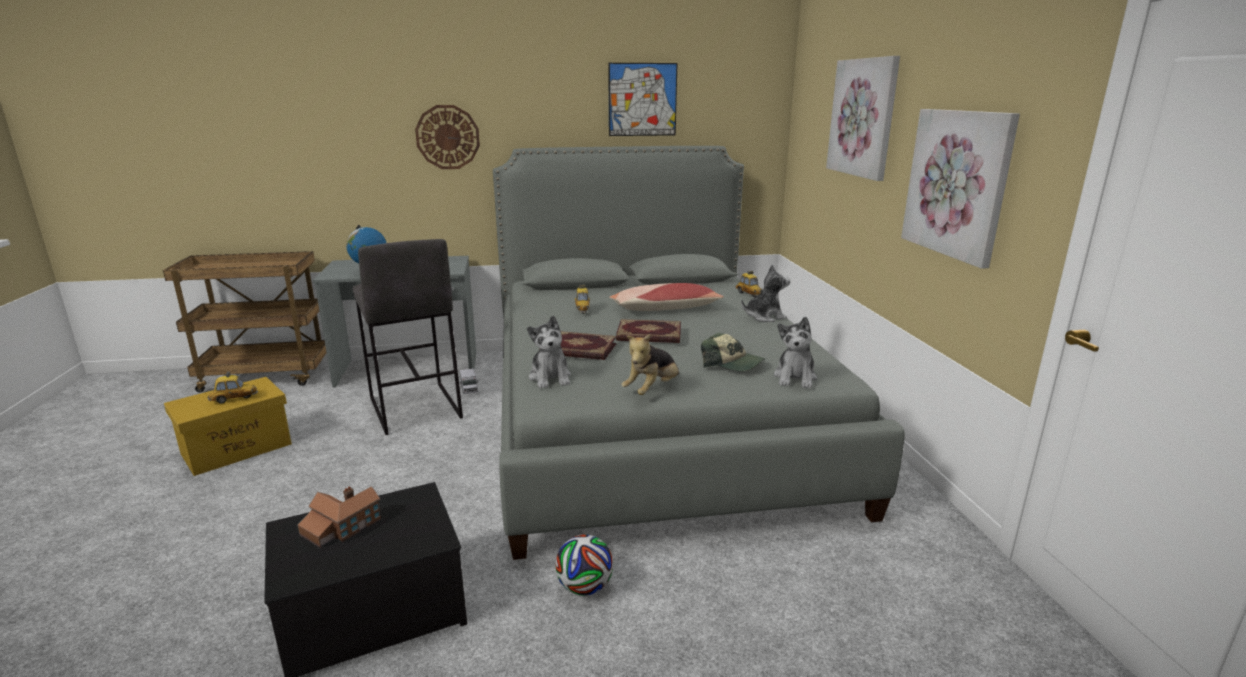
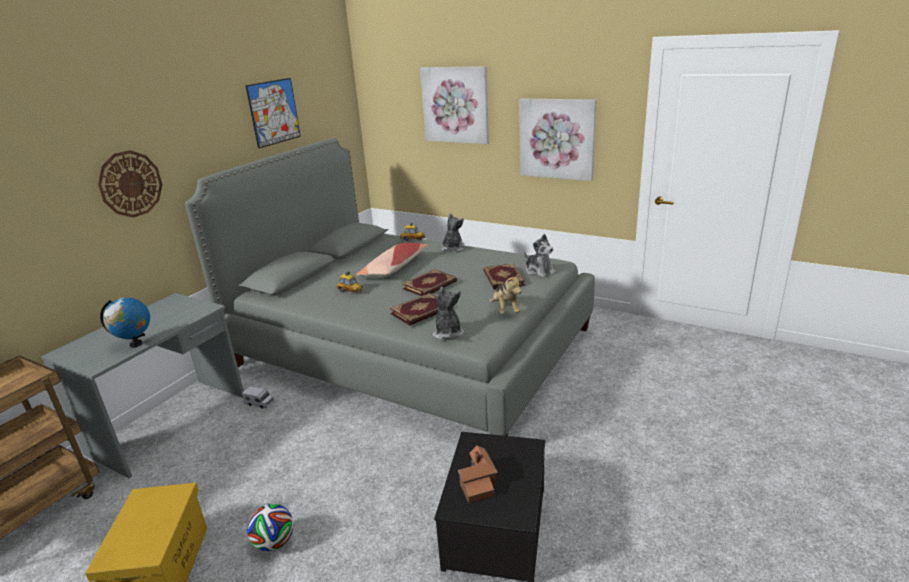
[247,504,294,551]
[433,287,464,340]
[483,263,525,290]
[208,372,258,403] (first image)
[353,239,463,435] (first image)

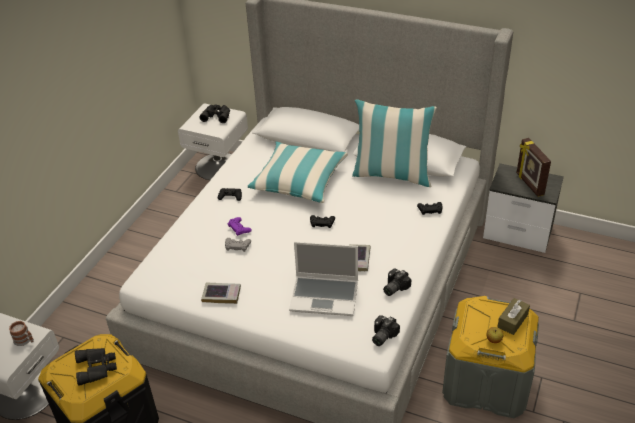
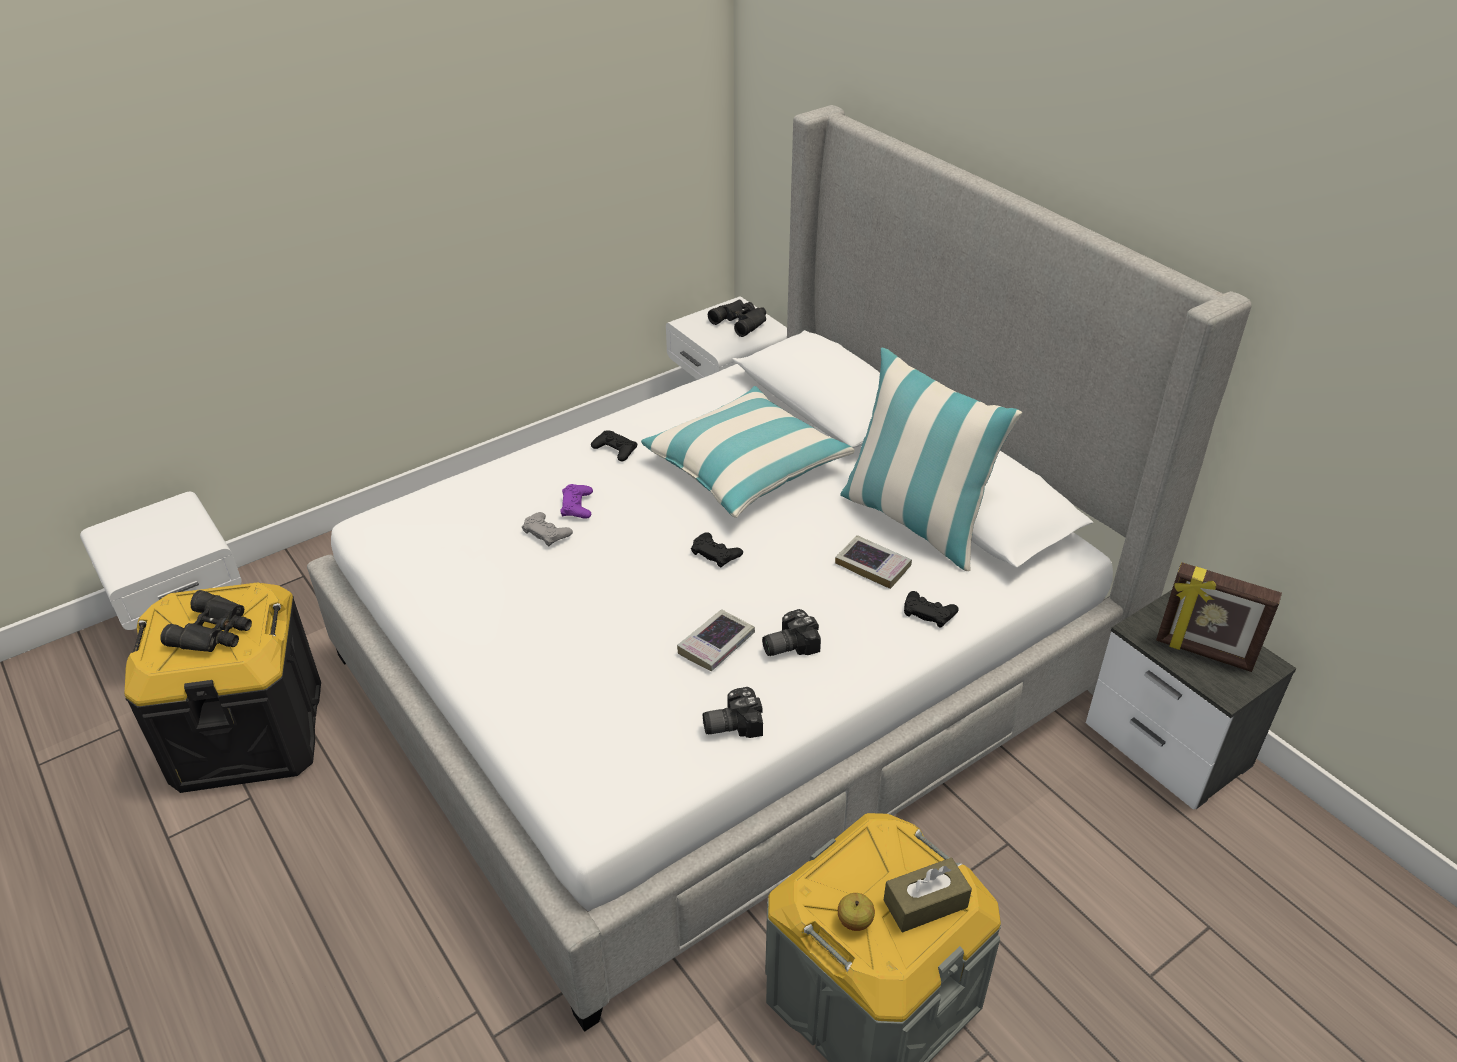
[762,609,821,656]
[835,535,912,589]
[1156,562,1282,672]
[9,321,34,346] (first image)
[289,242,358,316] (first image)

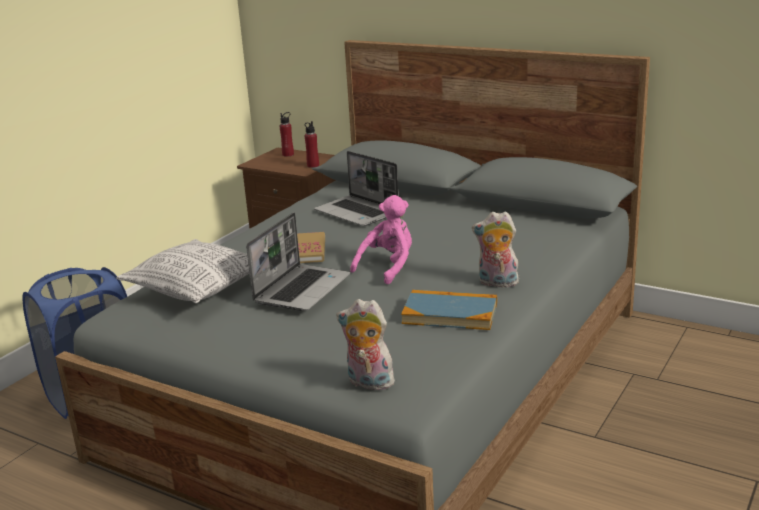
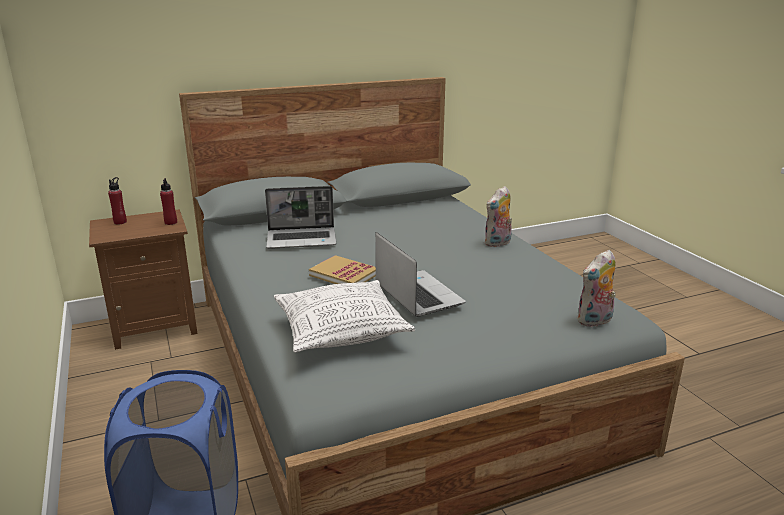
[350,195,412,284] (first image)
[401,290,497,330] (first image)

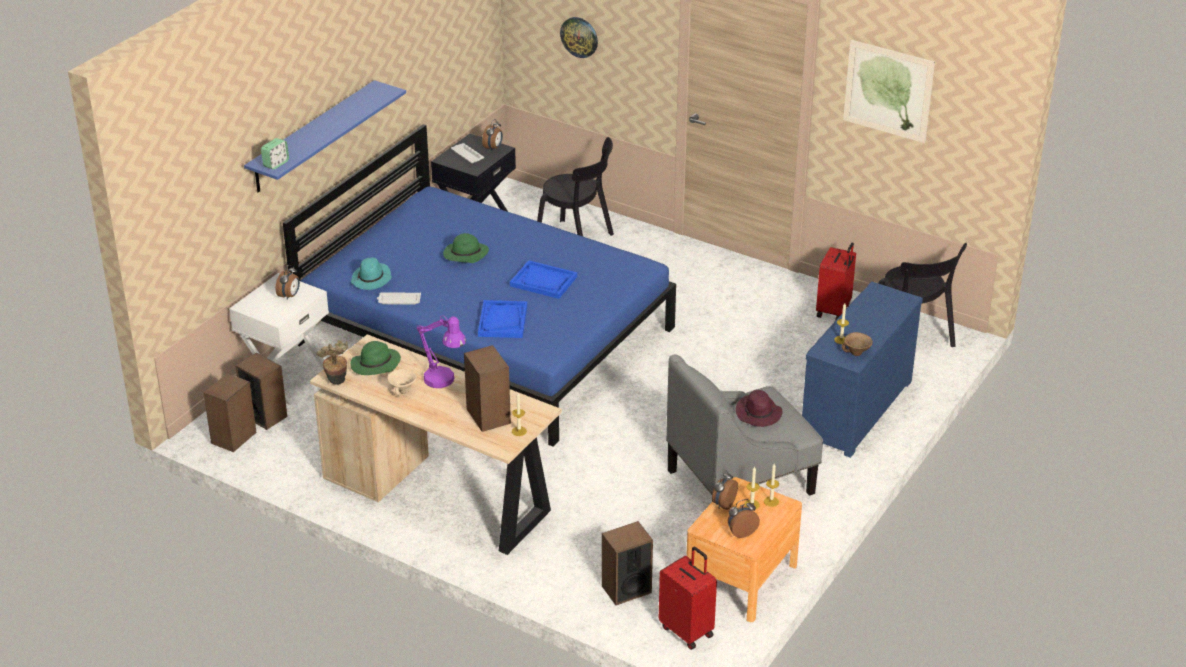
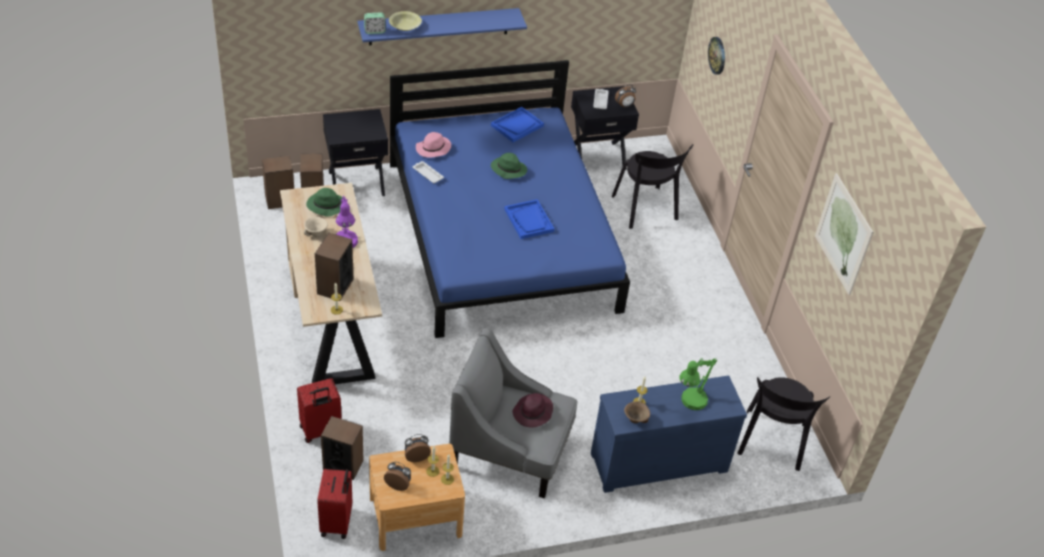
[297,378,342,443]
[323,109,388,196]
[389,11,422,31]
[416,132,451,158]
[491,107,544,142]
[679,358,717,410]
[275,265,300,300] (first image)
[316,340,348,385] (first image)

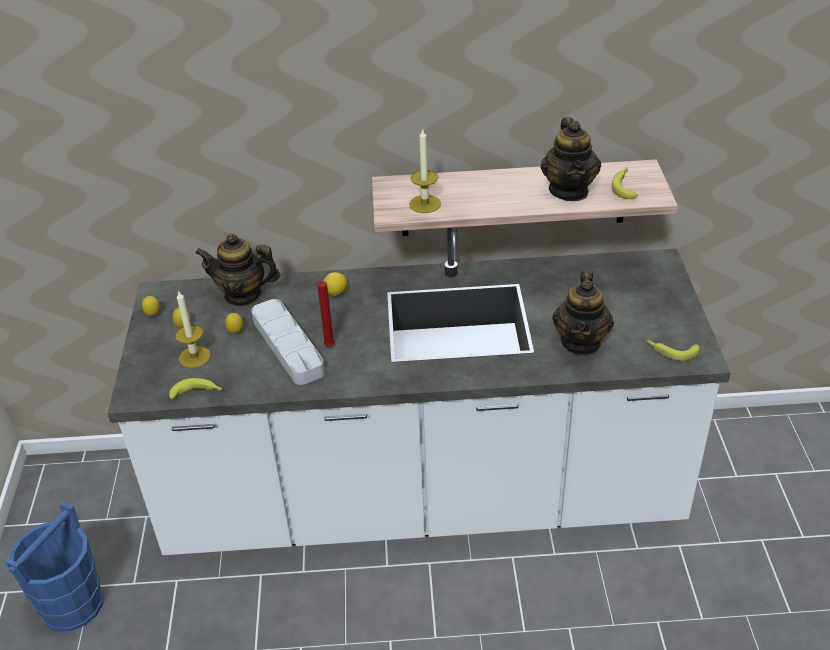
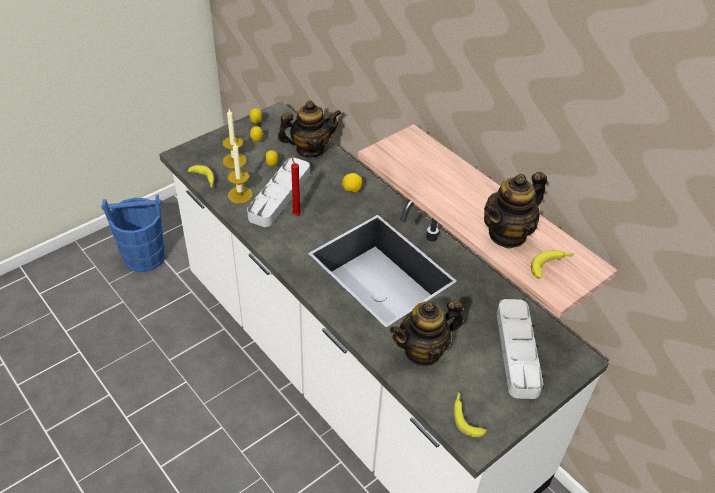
[227,143,253,204]
[278,101,342,158]
[497,299,543,399]

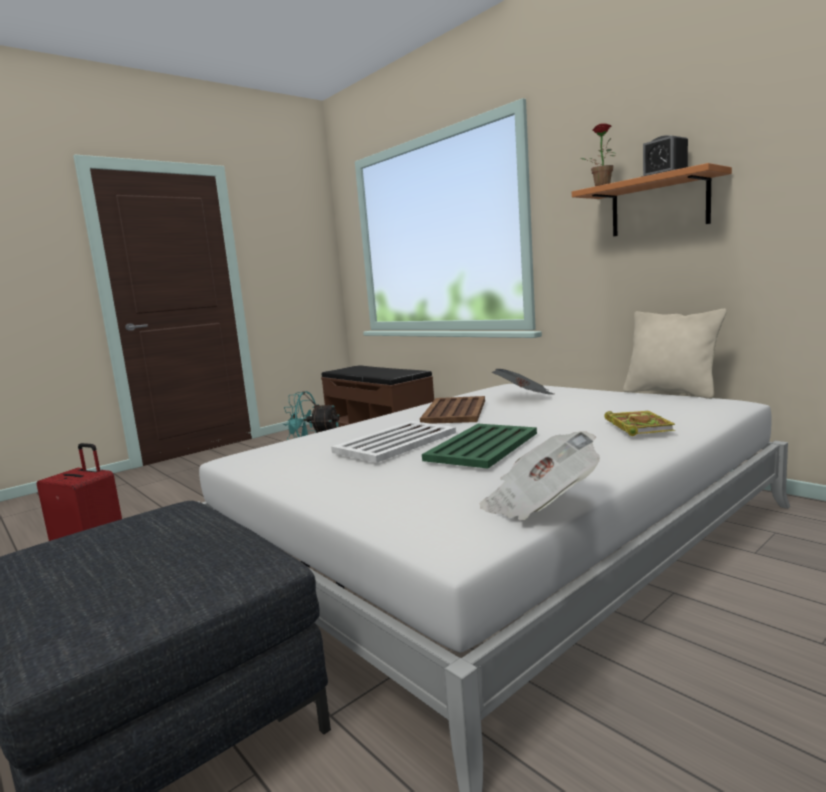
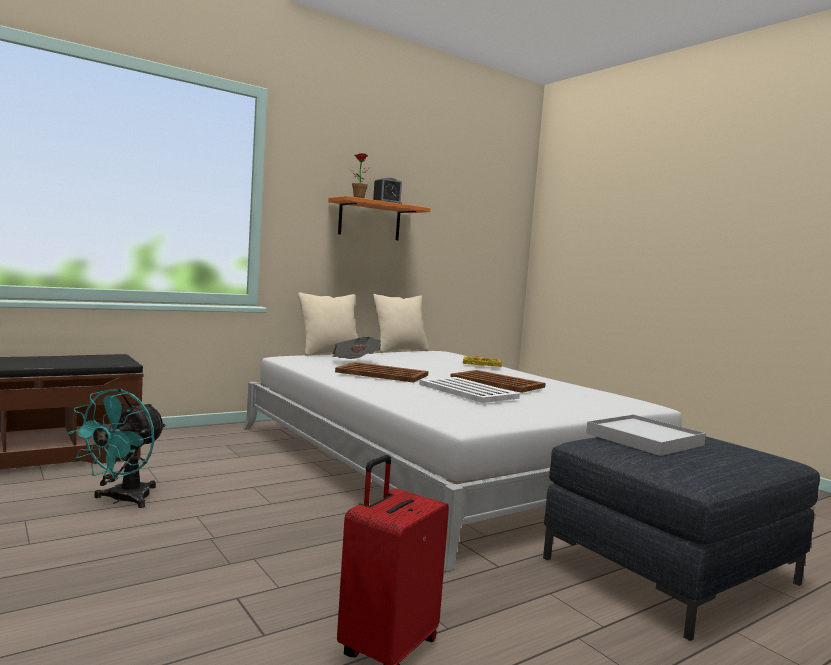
[298,292,358,356]
[450,370,546,393]
[586,414,706,456]
[480,431,600,520] (first image)

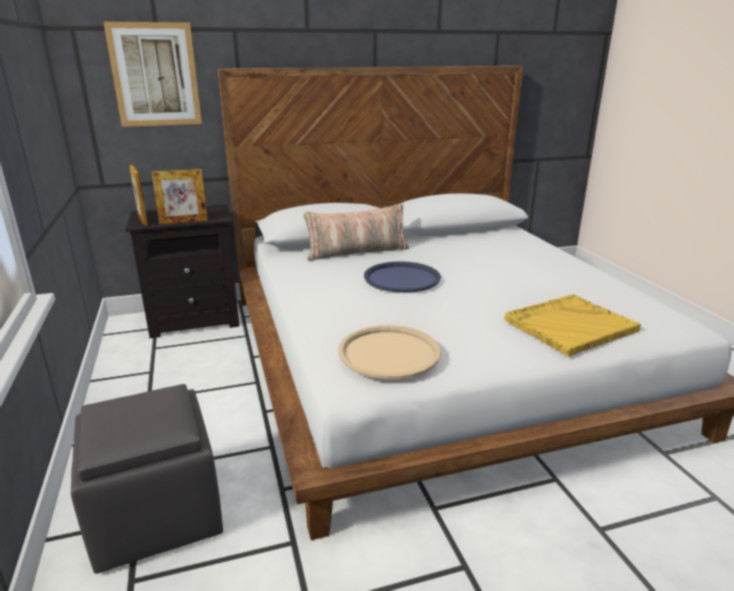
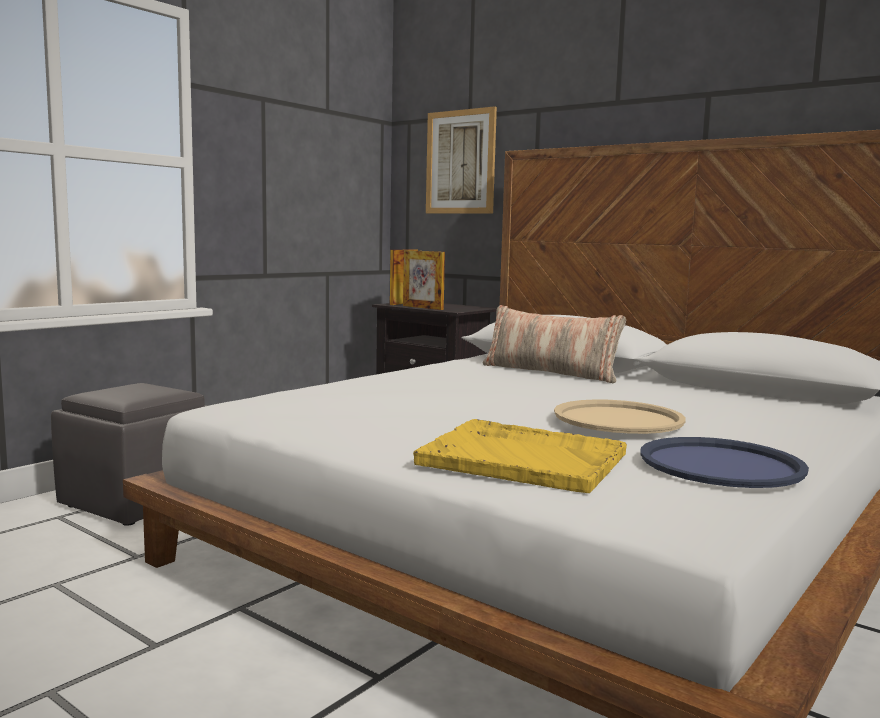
[554,399,686,434]
[641,437,809,488]

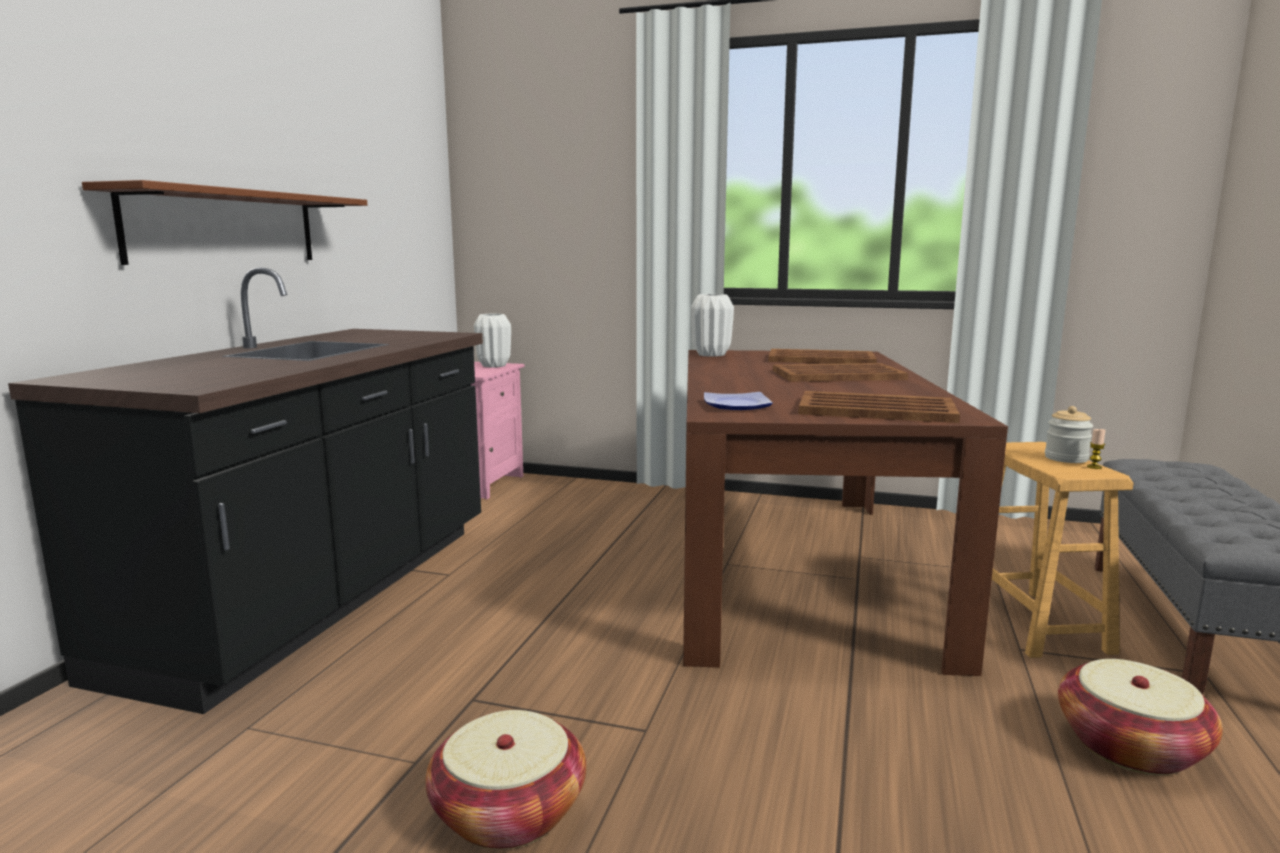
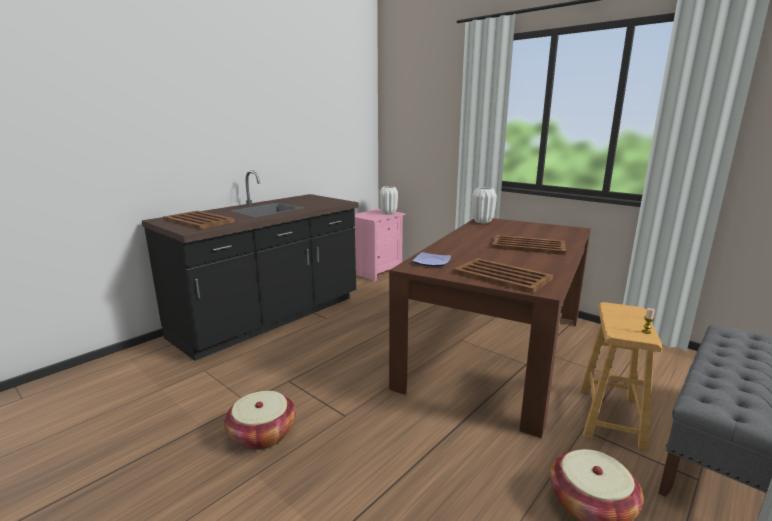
[163,211,235,230]
[82,180,367,265] (first image)
[1045,406,1093,463] (first image)

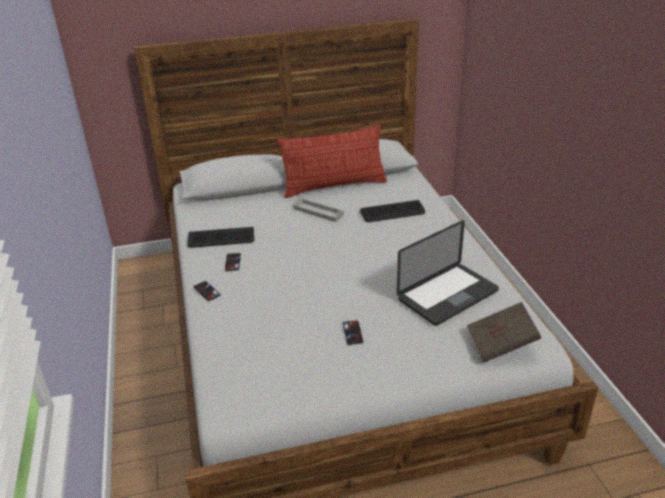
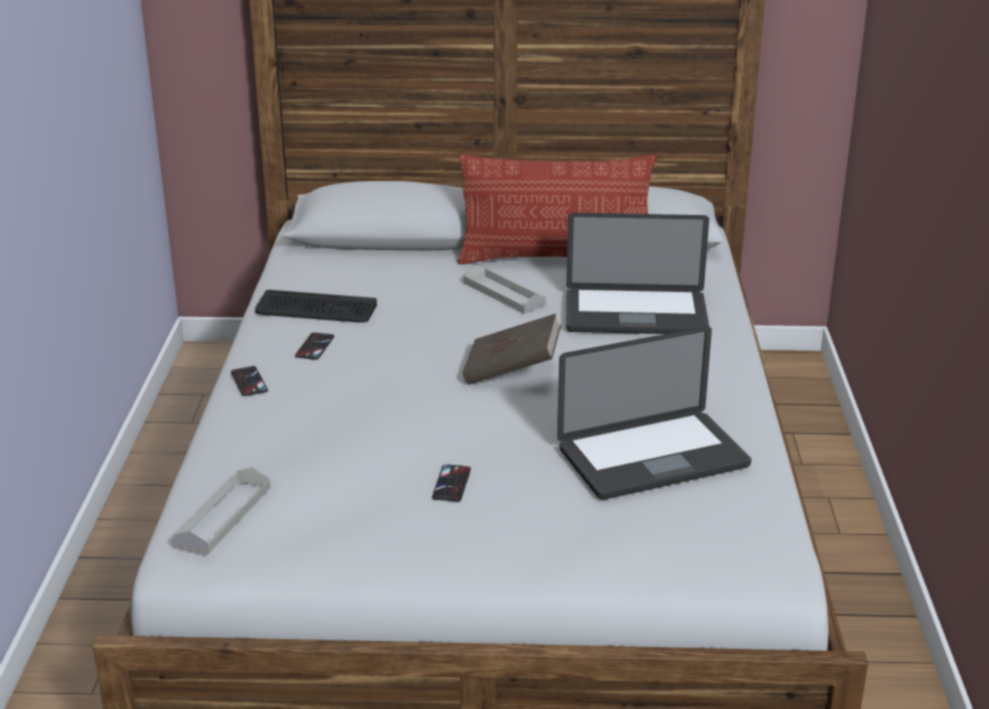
[174,467,270,554]
[462,313,561,385]
[566,213,709,334]

